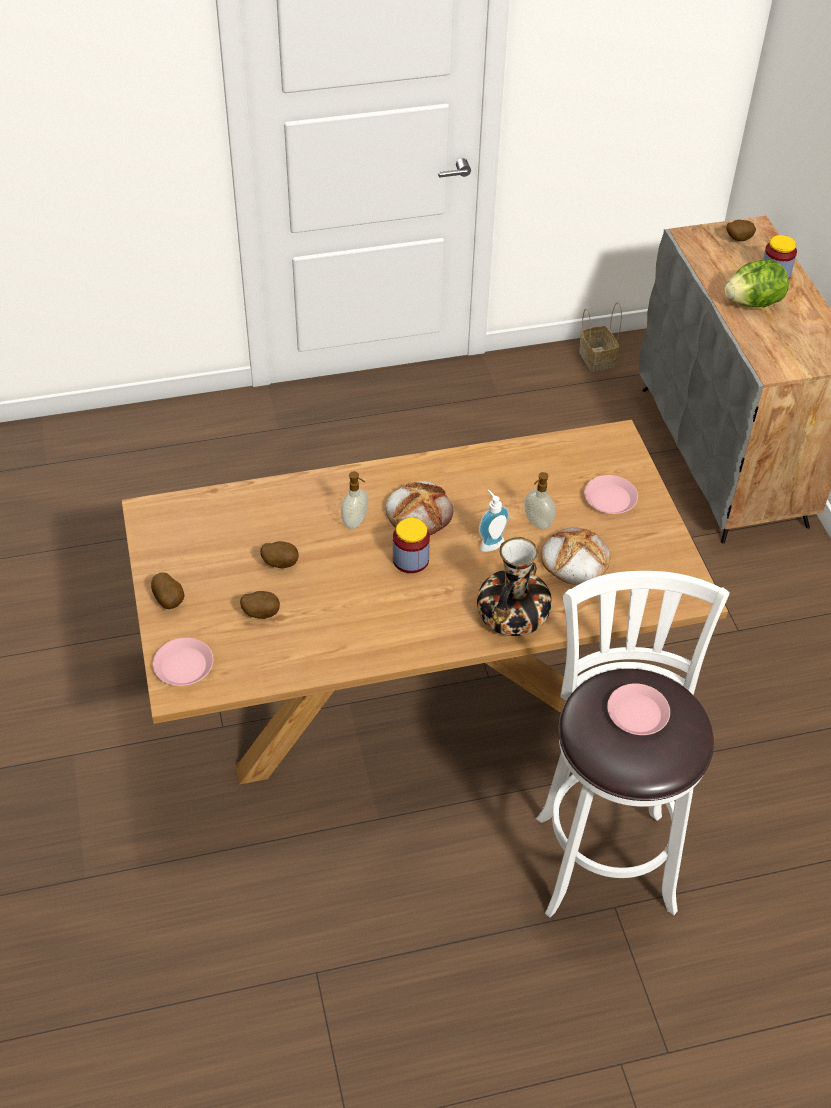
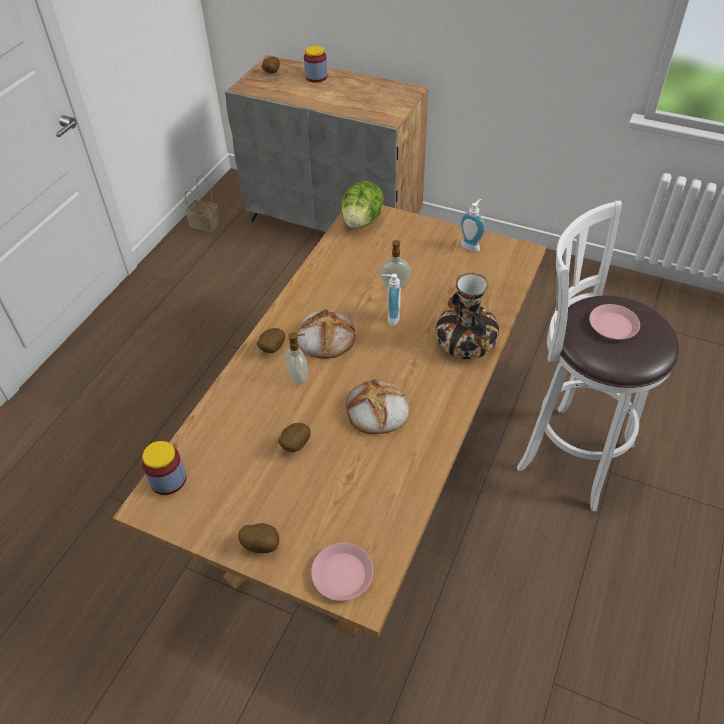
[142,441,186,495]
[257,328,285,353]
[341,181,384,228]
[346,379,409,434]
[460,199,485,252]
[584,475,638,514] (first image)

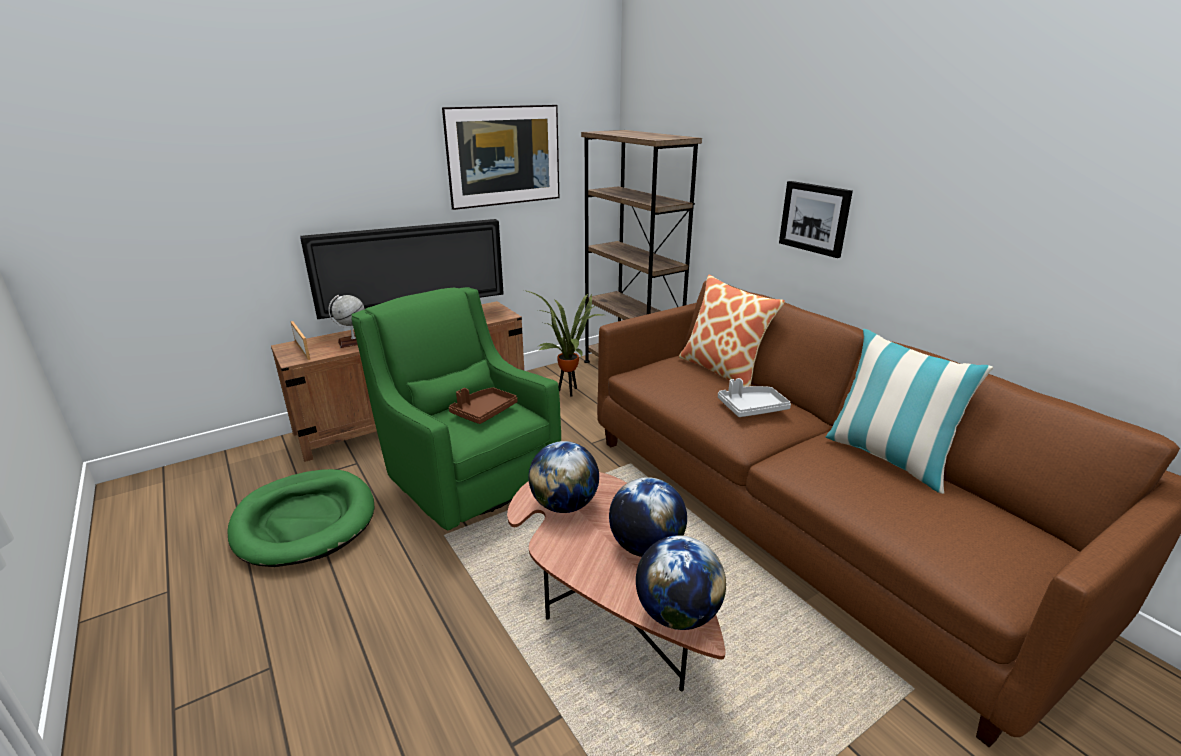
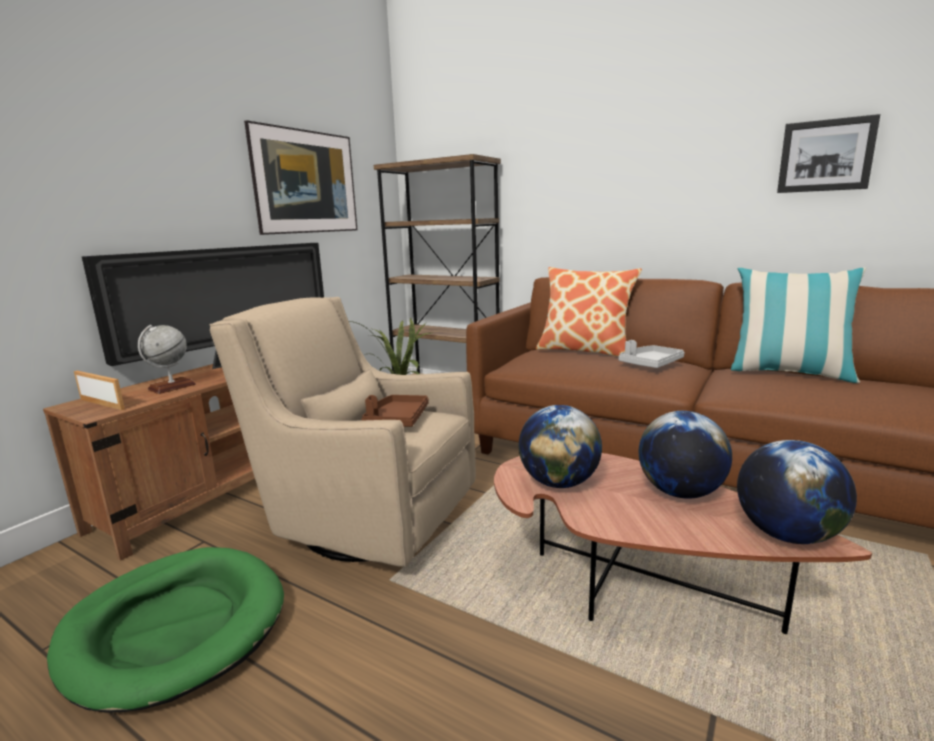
[209,297,476,567]
[777,114,880,193]

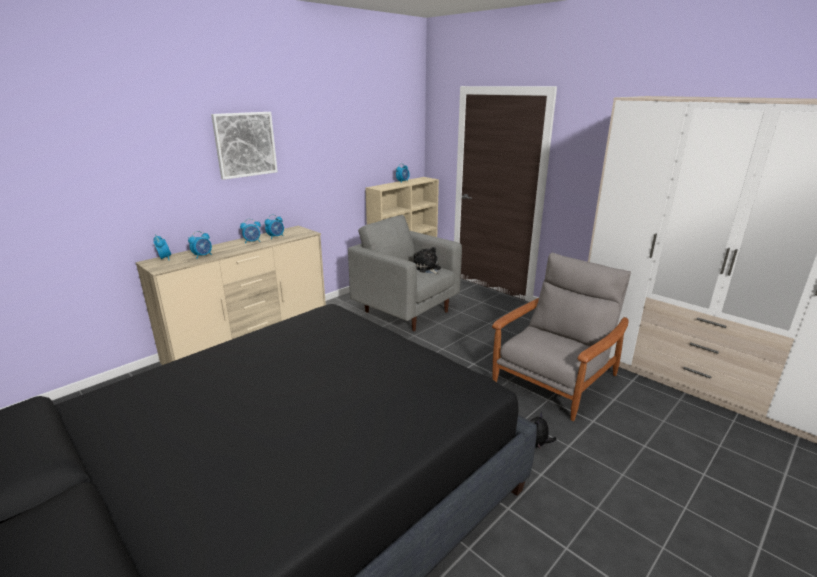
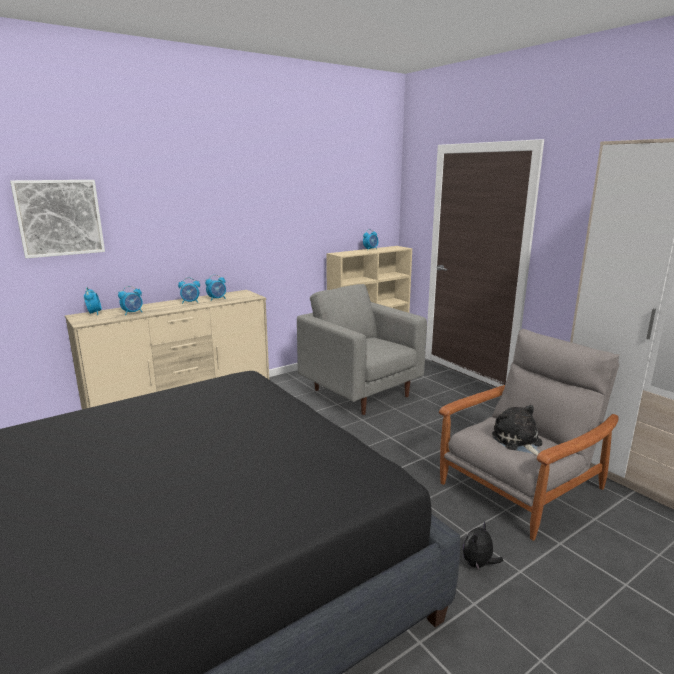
[10,180,105,258]
[492,405,542,456]

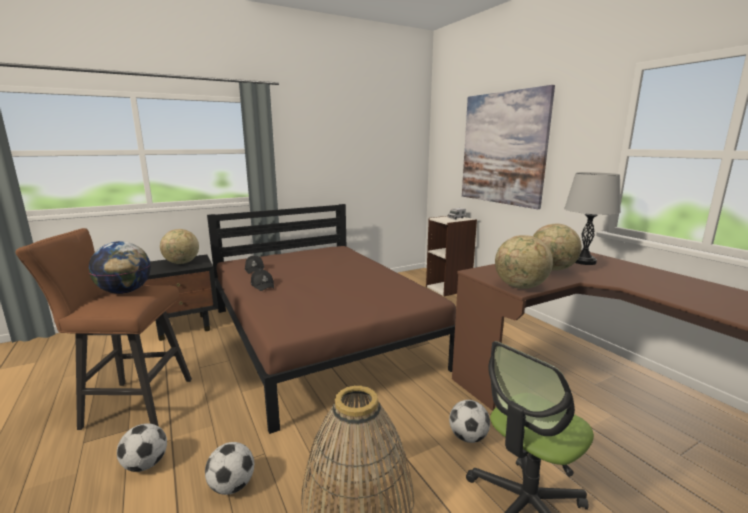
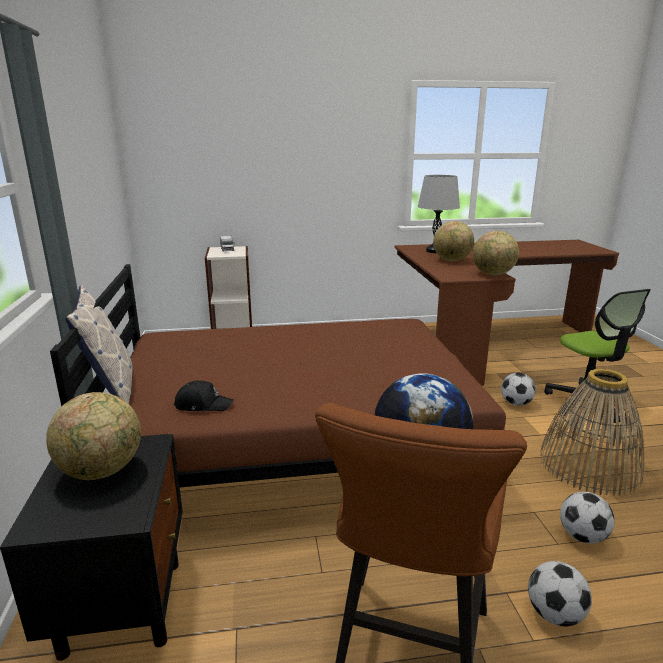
[65,285,133,404]
[251,270,274,291] (first image)
[462,85,555,209] (first image)

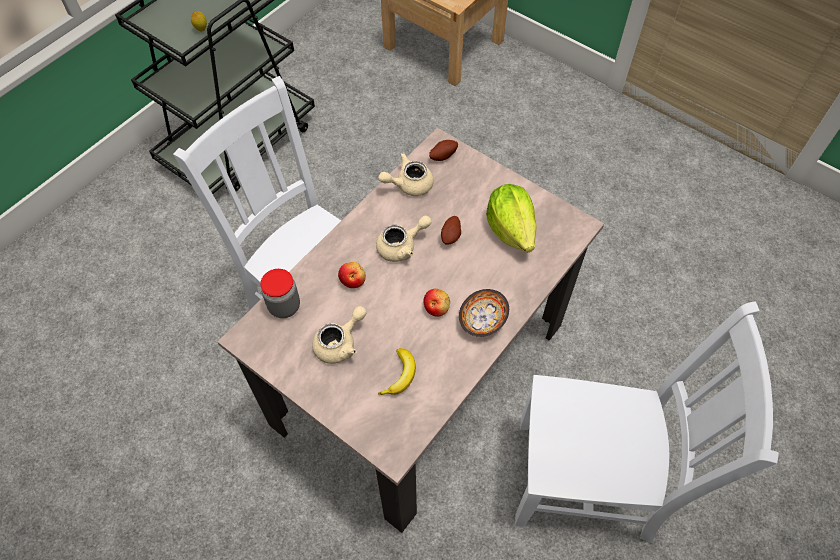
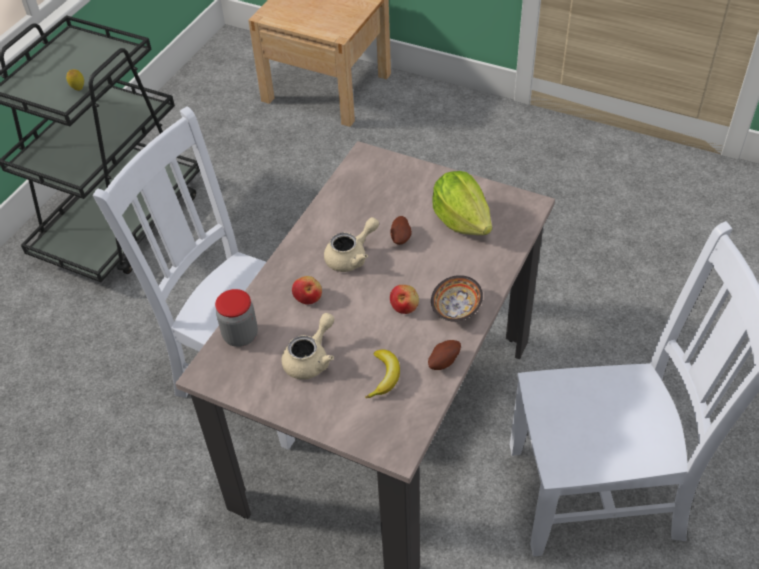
[428,340,461,370]
[378,153,434,196] (first image)

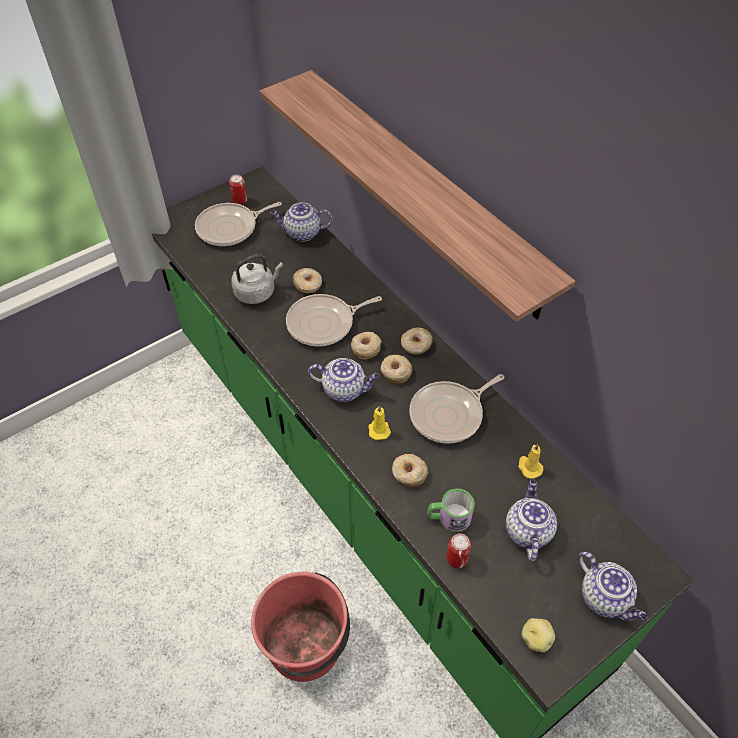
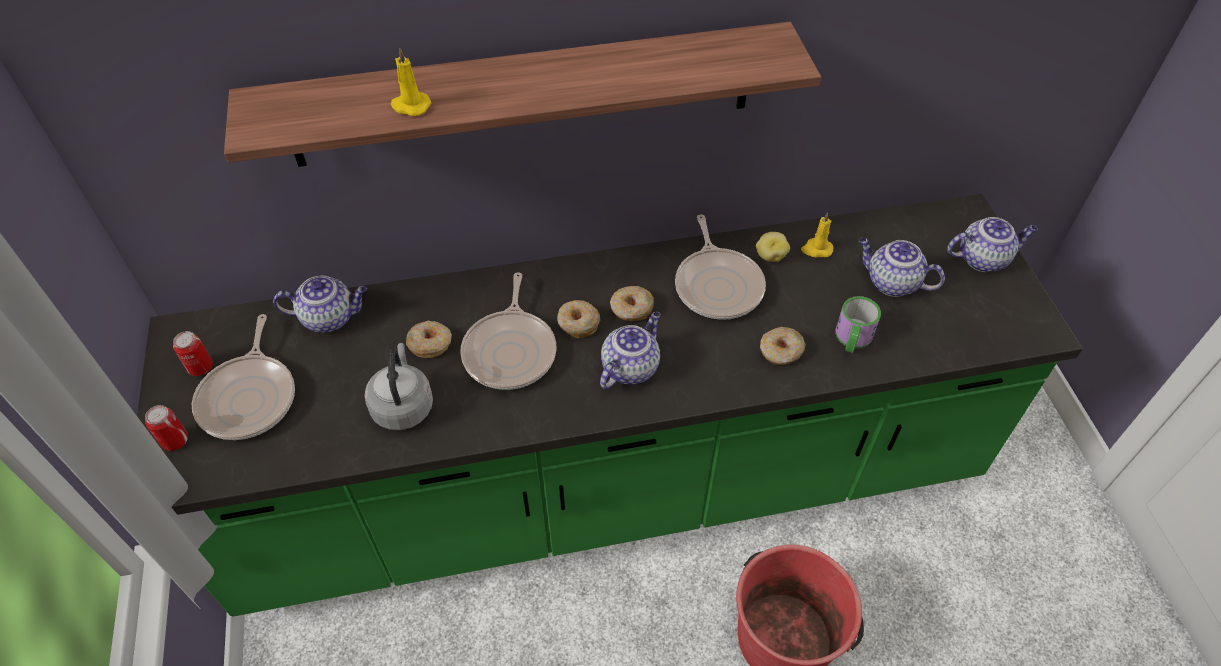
[145,405,188,451]
[273,275,367,333]
[391,48,431,116]
[756,232,790,262]
[401,327,433,355] (first image)

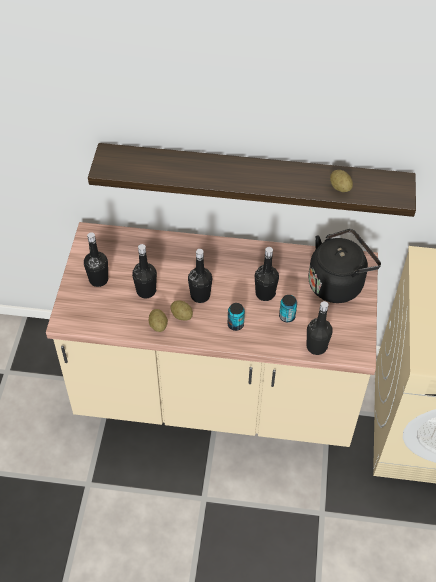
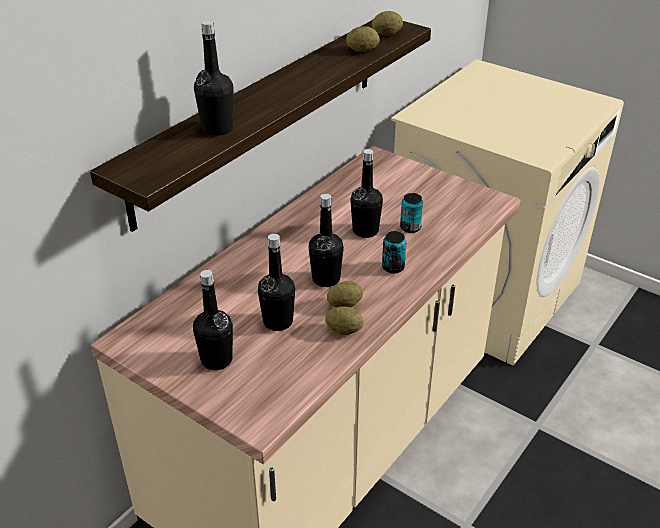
[194,20,233,136]
[372,11,403,36]
[308,229,381,303] (first image)

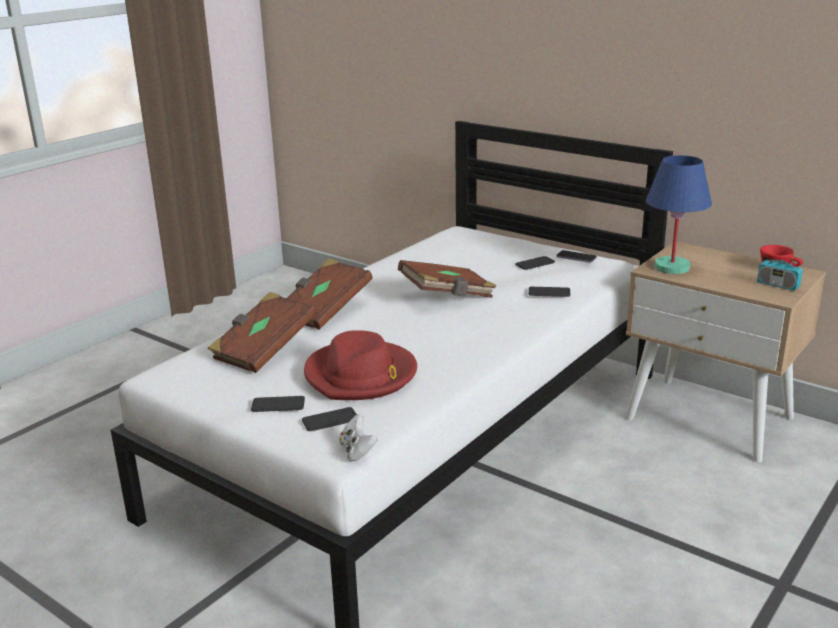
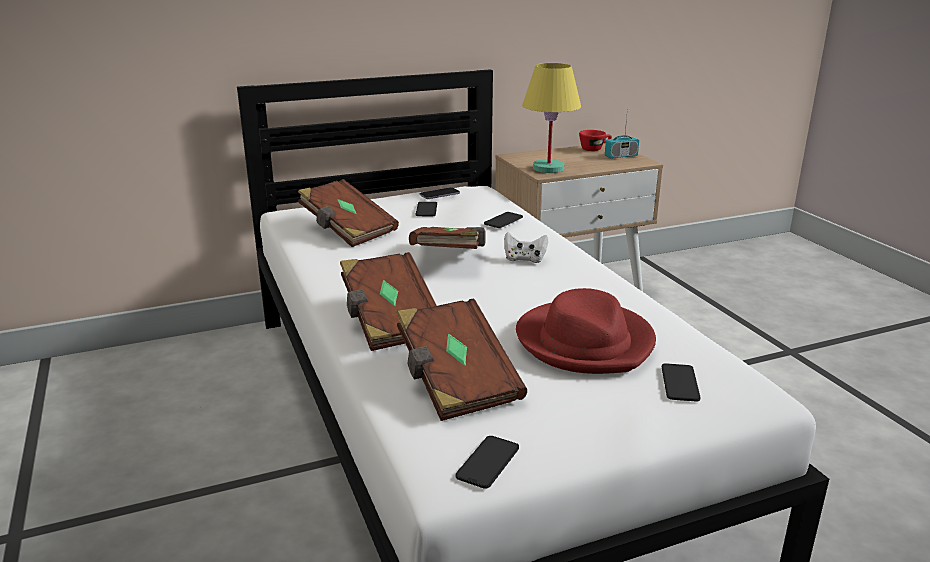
[298,179,399,247]
[456,436,519,489]
[504,232,548,263]
[522,63,581,173]

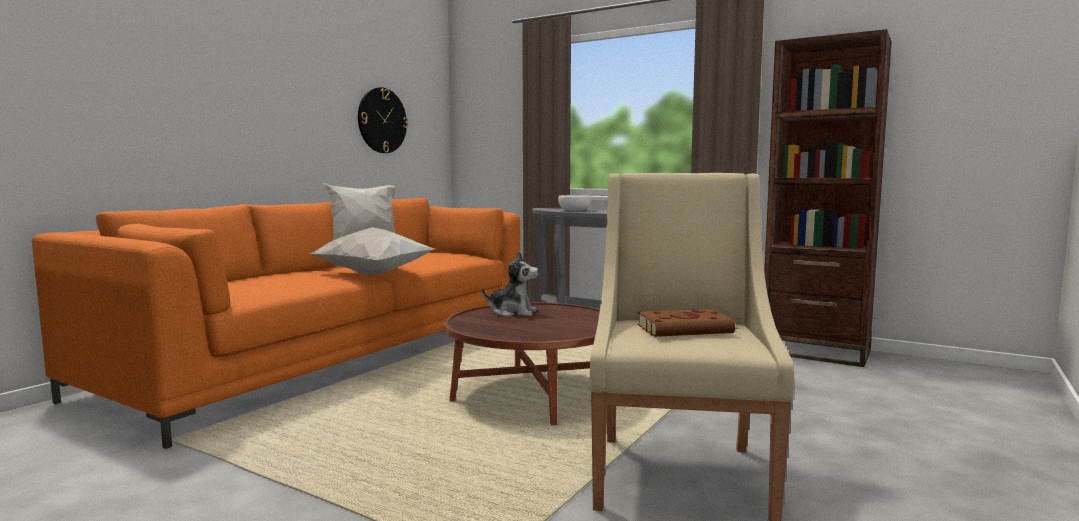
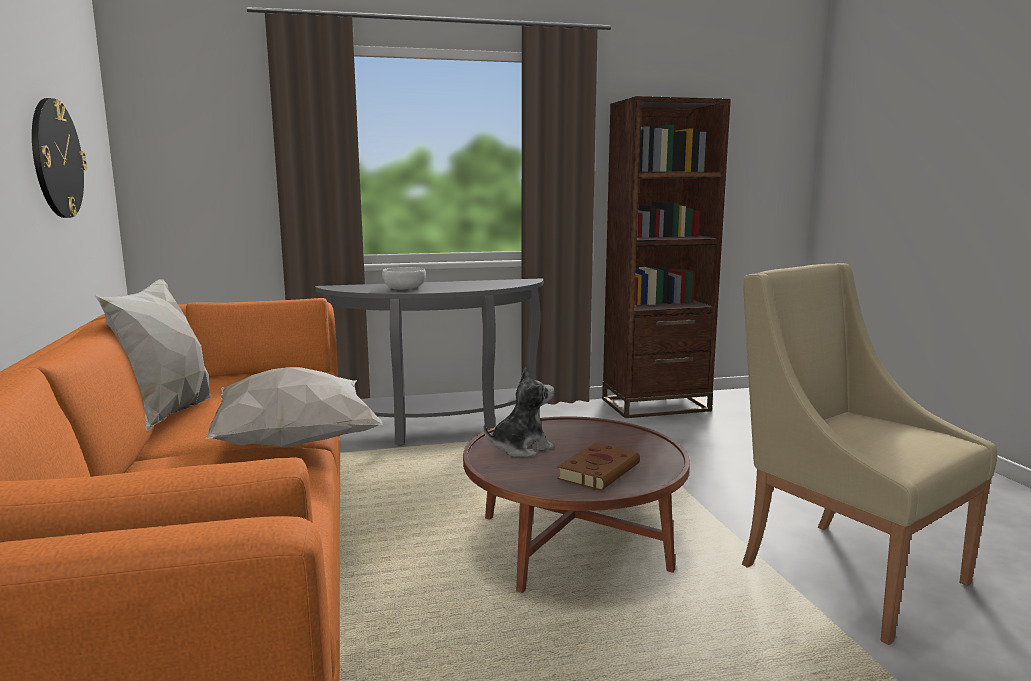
[557,443,640,491]

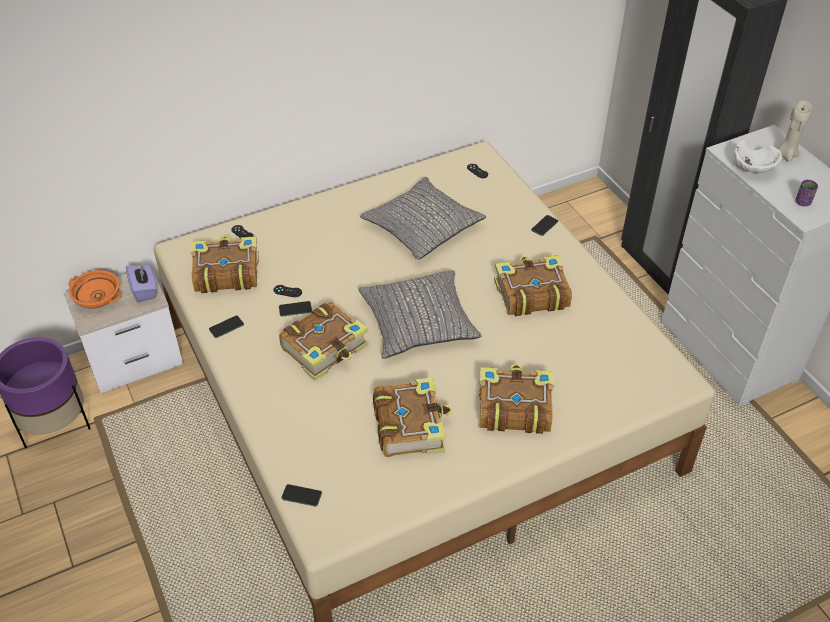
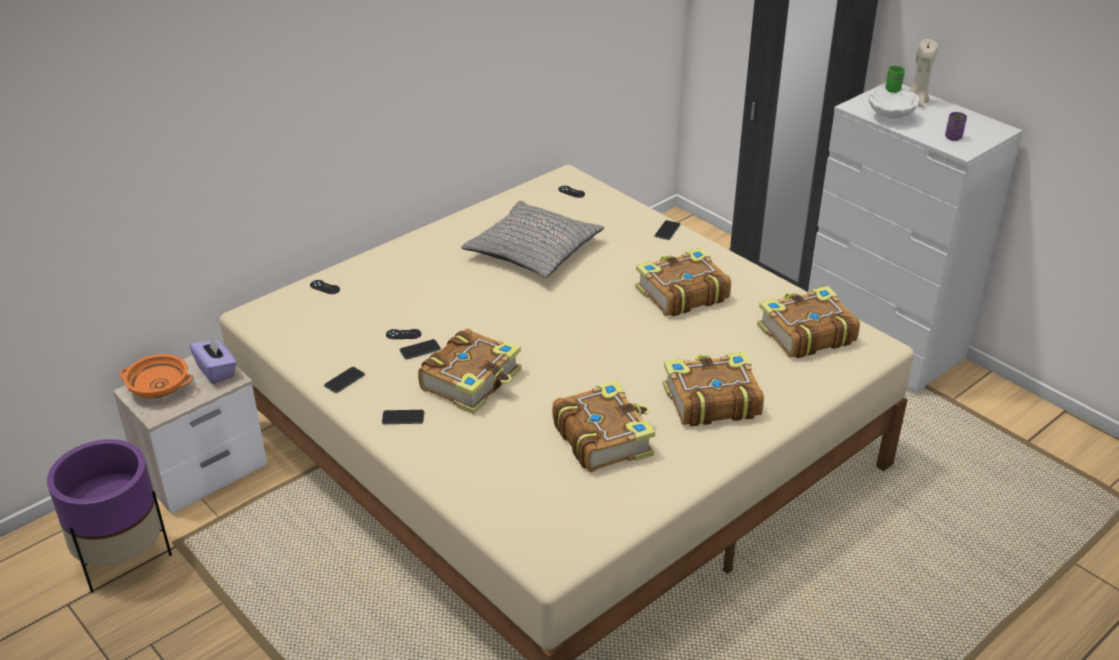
[382,410,424,424]
[757,286,860,358]
[885,66,905,93]
[358,270,482,359] (first image)

